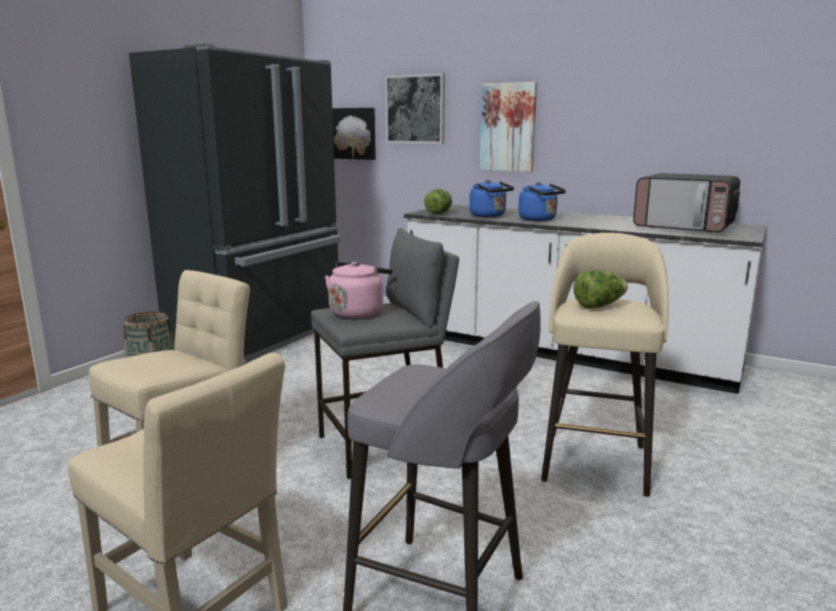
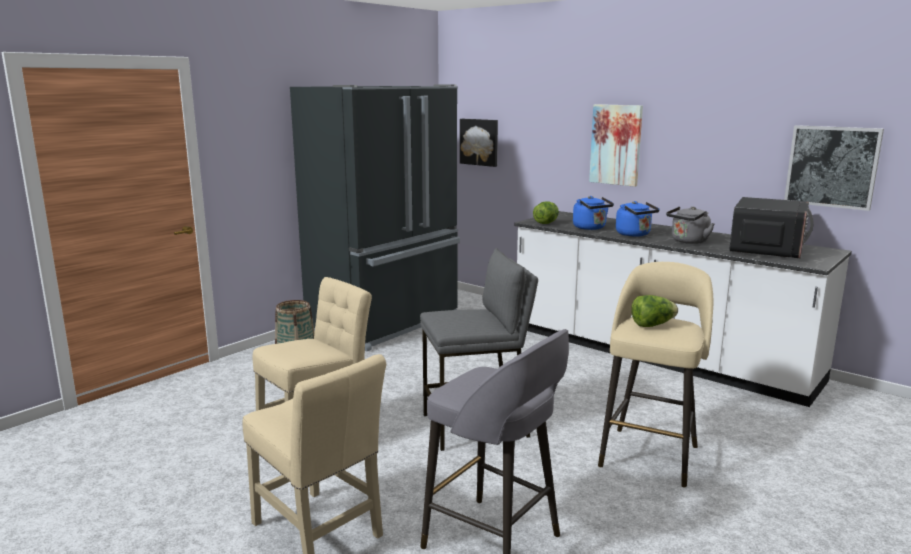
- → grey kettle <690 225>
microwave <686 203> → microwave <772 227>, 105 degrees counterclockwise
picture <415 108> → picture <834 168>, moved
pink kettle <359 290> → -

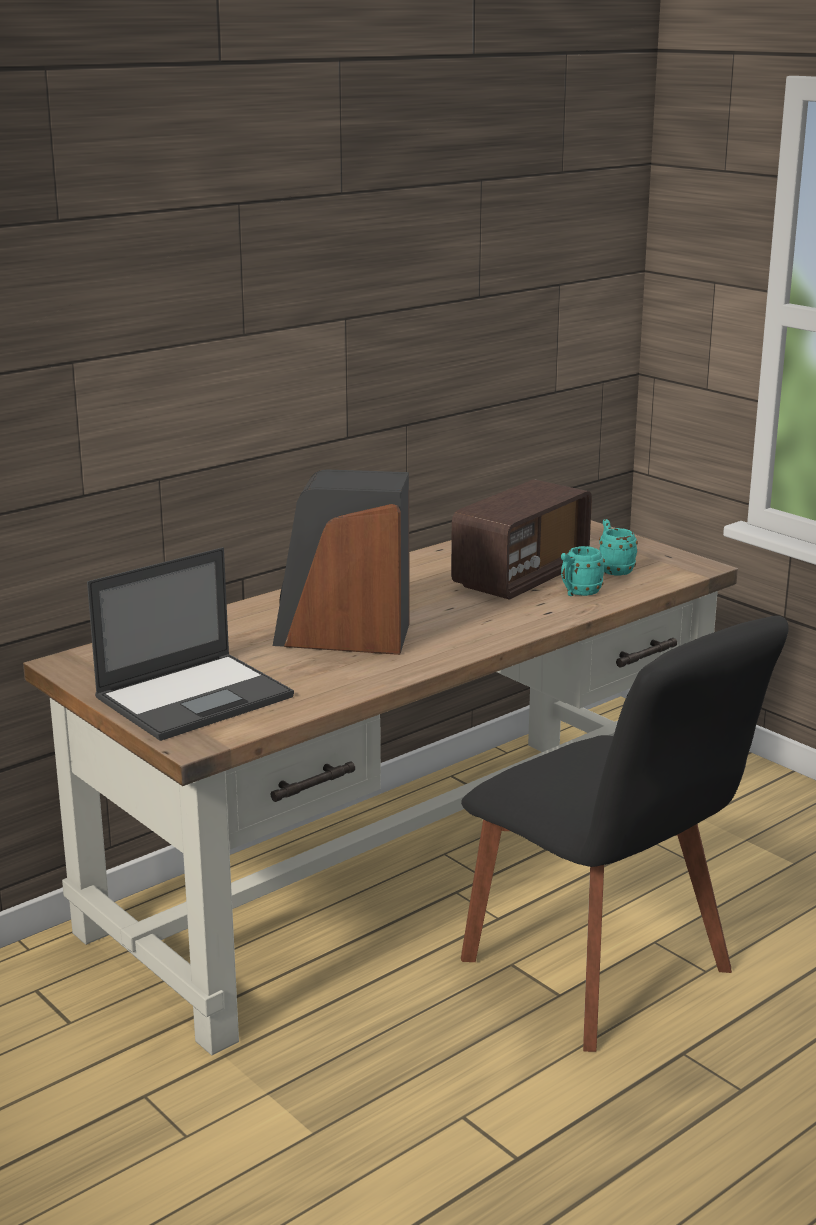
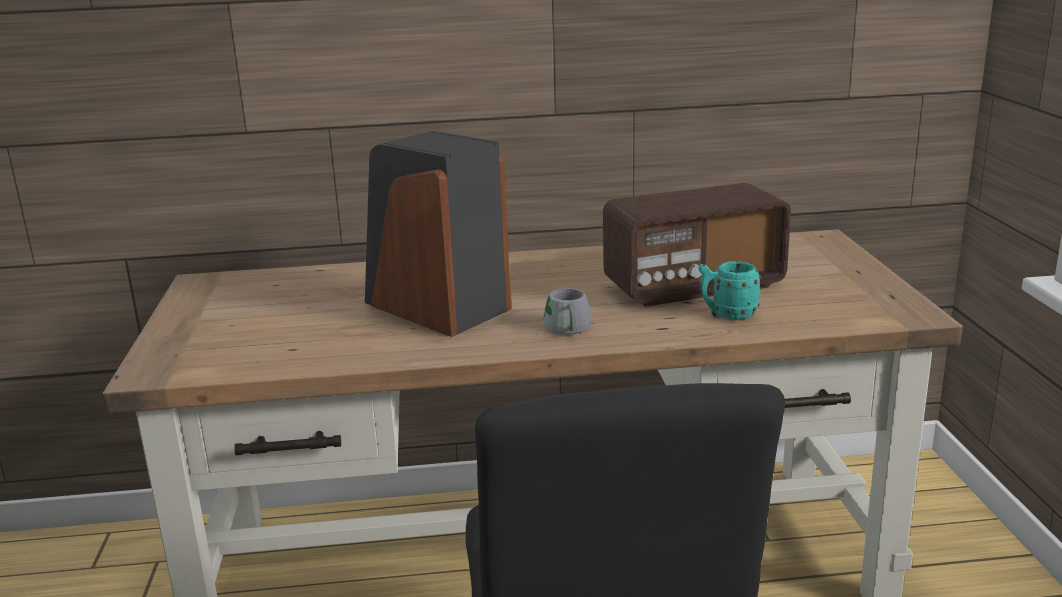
- → grey mug <563 312>
laptop <190 644> → -
turquoise mug <618 547> → -

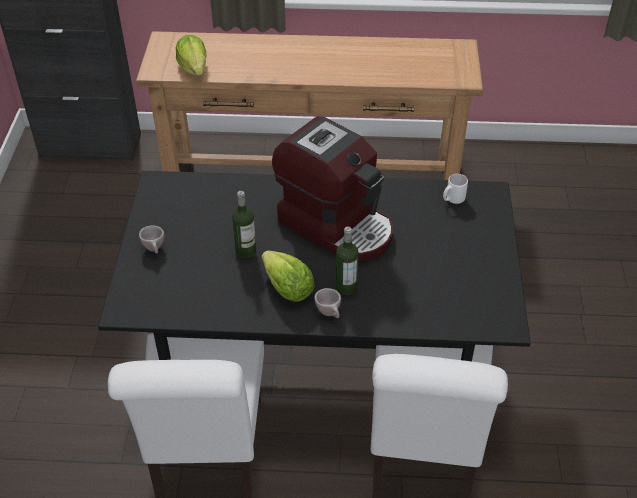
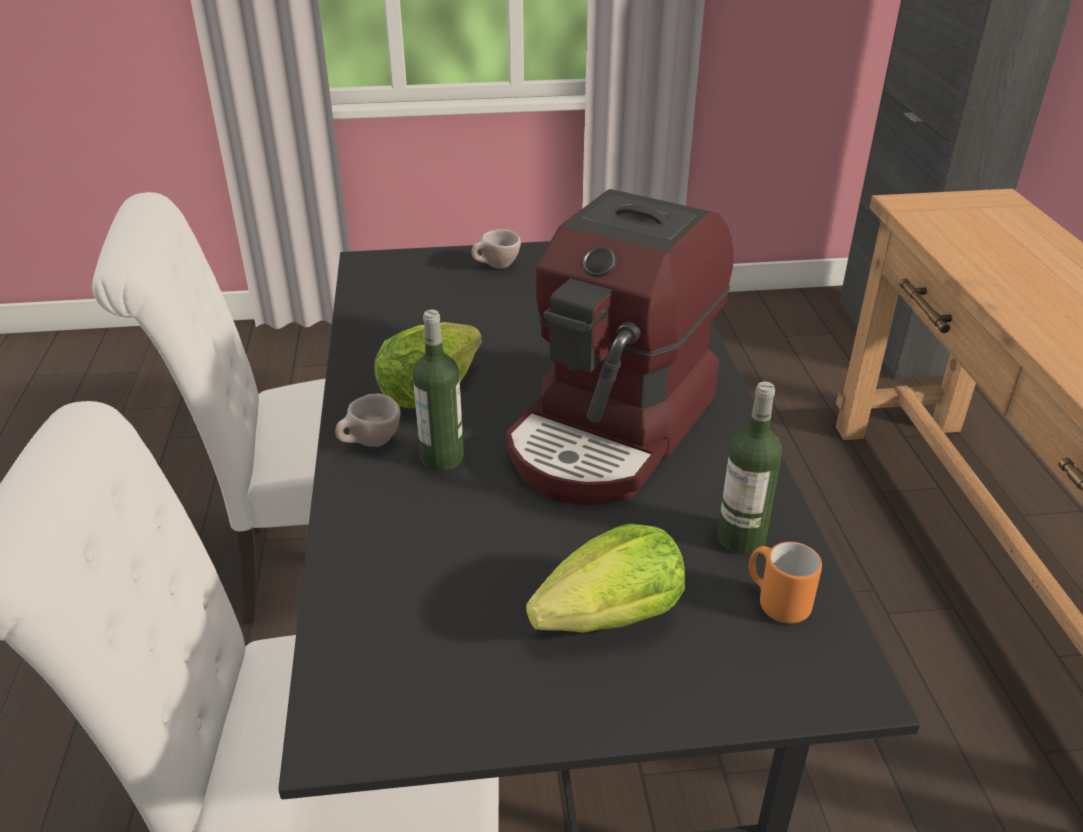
lettuce <191 55> → lettuce <605 578>, moved
bottle <244 224> → bottle <749 468>, moved
white mug <455 189> → orange mug <785 582>

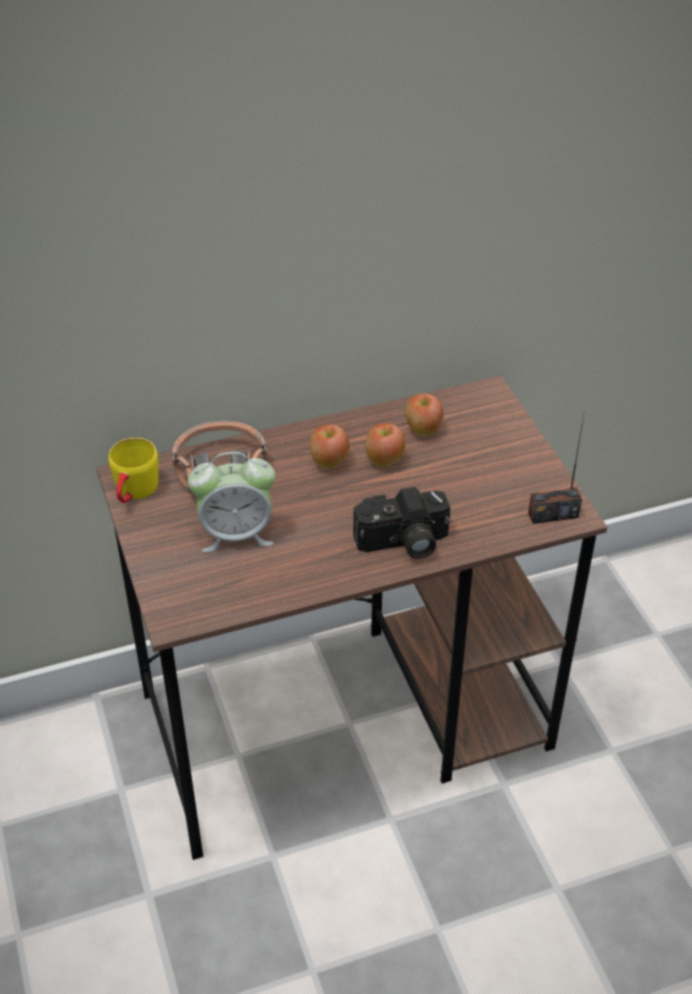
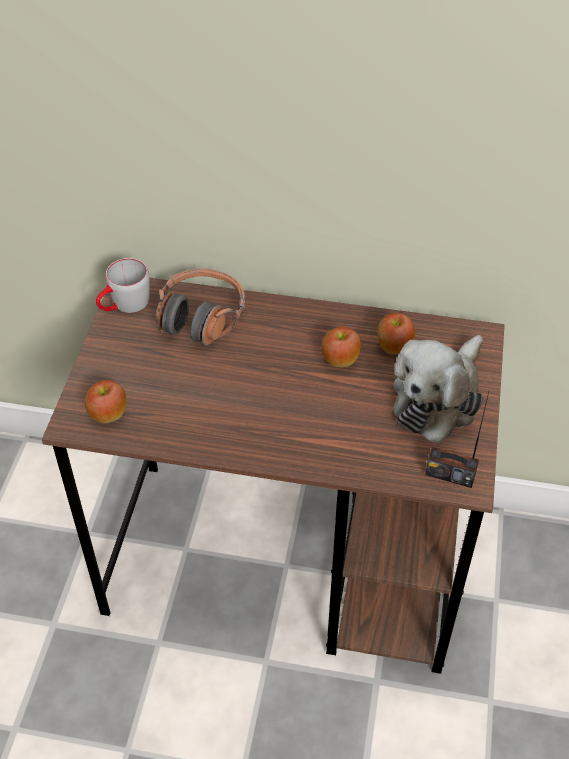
apple <330 447> → apple <105 401>, moved
yellow mug <133 470> → grey mug <122 285>
- → plush toy <438 389>
alarm clock <231 502> → -
photo camera <401 523> → -

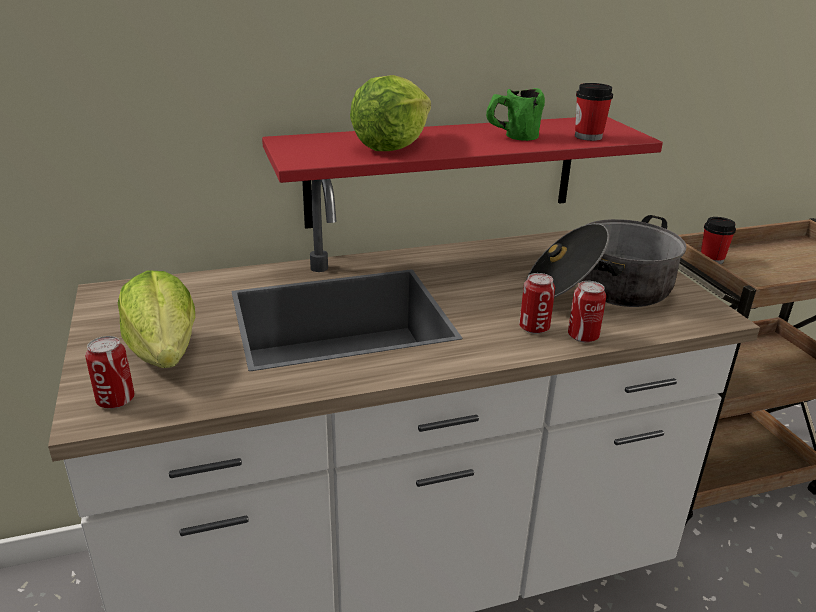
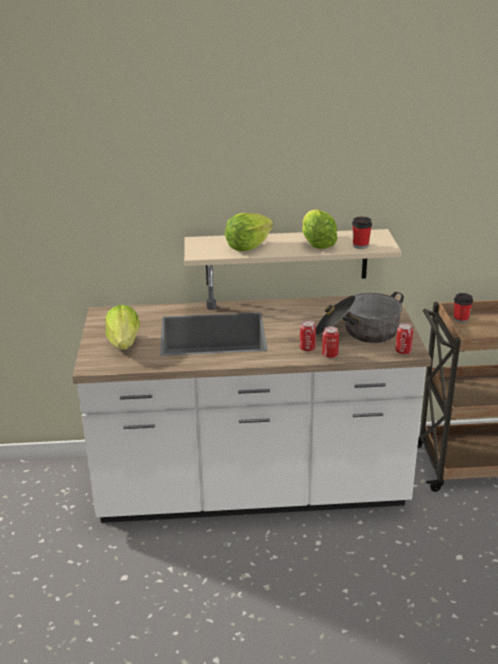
red shelf <462 173> → beige shelf <293 257>
green mug <515 114> → lettuce <320 229>
can <110 372> → can <404 339>, moved

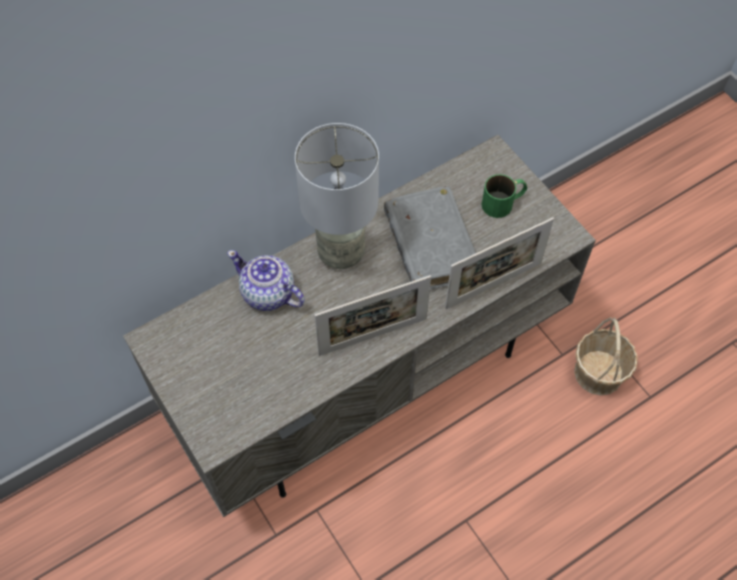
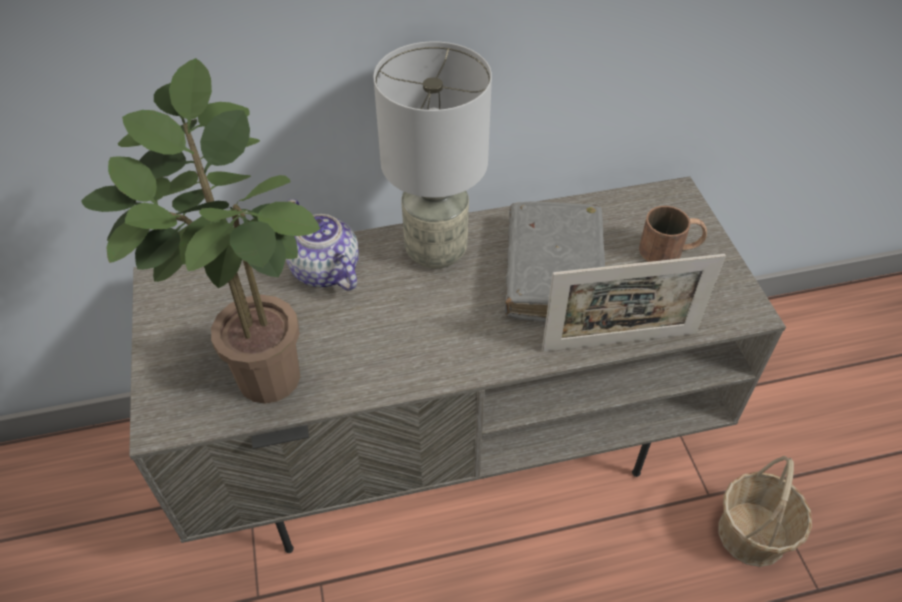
- → potted plant <200 231>
green mug <504 196> → brown mug <673 234>
picture frame <372 315> → -

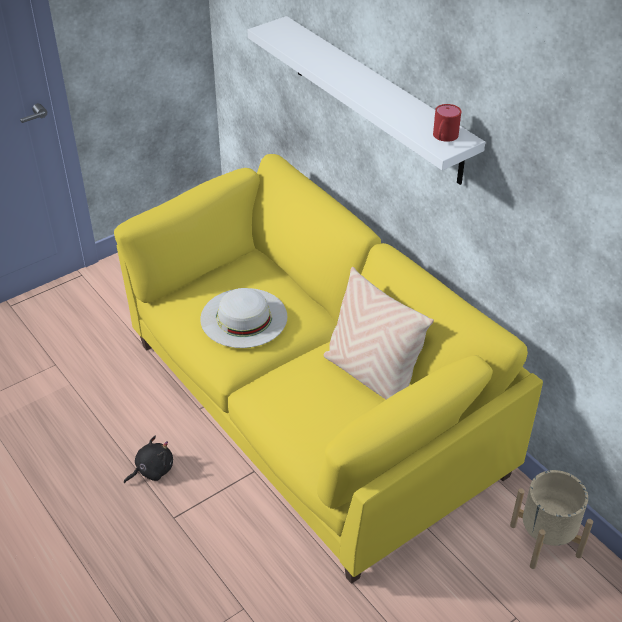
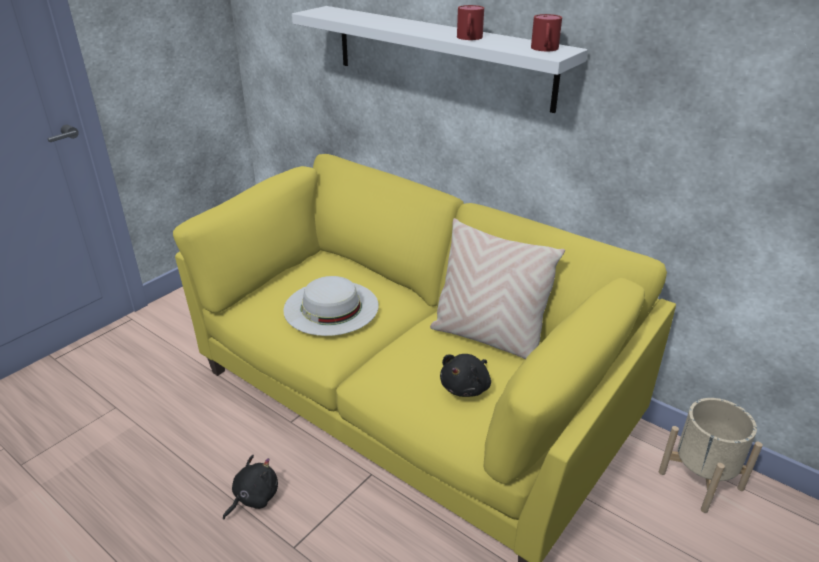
- → black plush toy <465 375>
- → red mug <470 22>

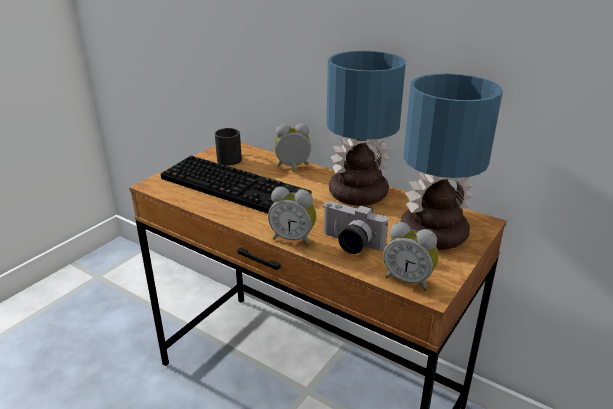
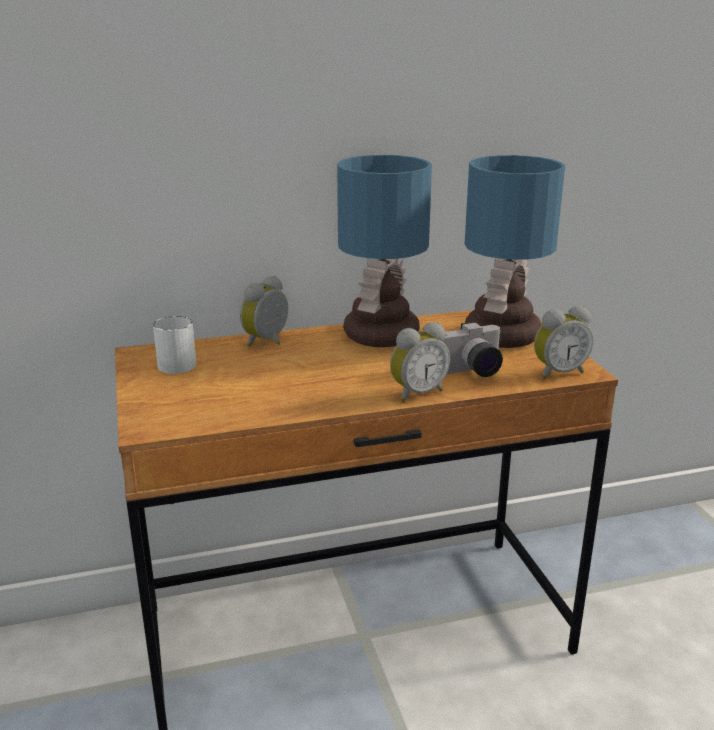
black mug <228 147> → white mug <174 345>
keyboard <236 184> → -

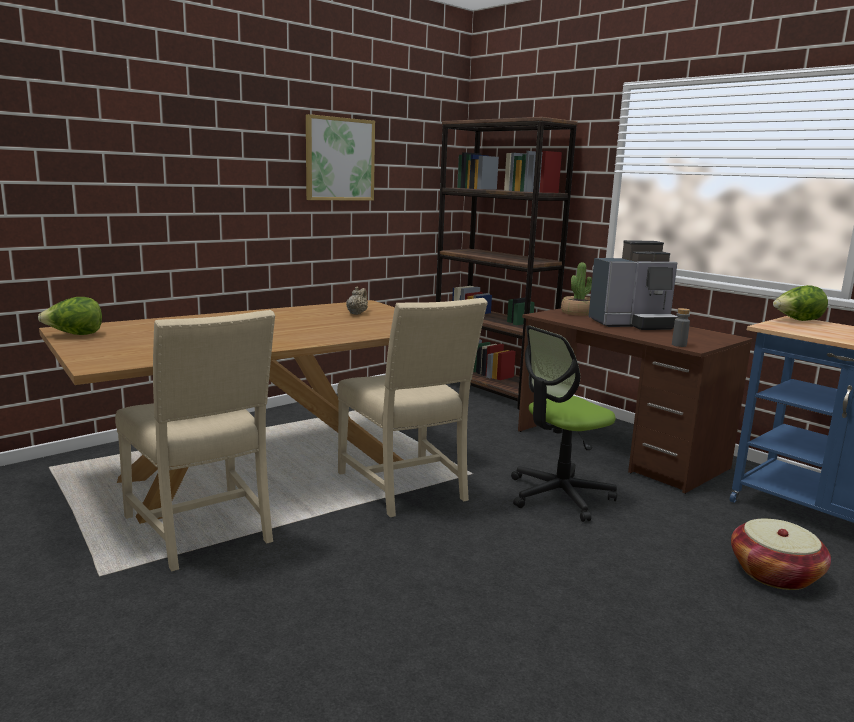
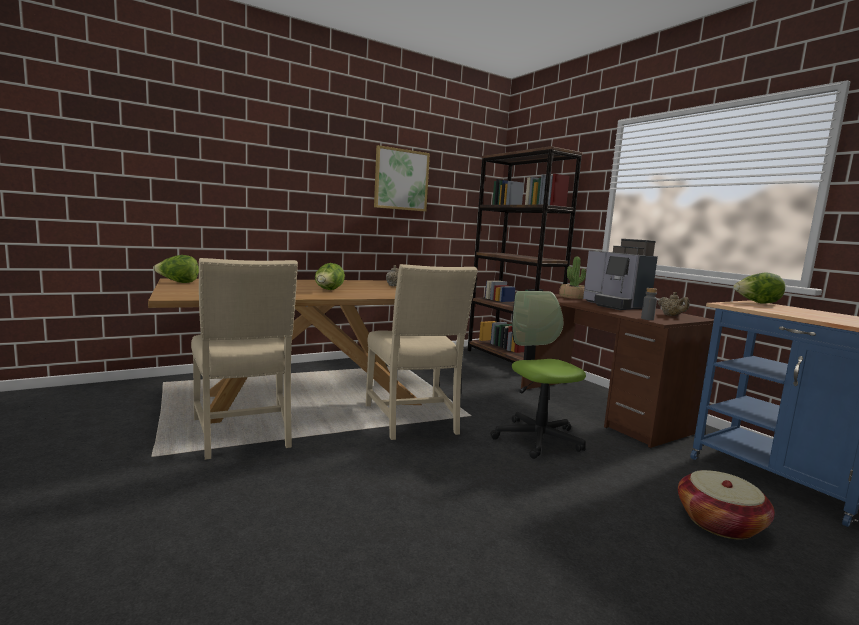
- → lettuce <330 276>
office chair <564 423> → office chair <538 375>, 90 degrees clockwise
coffee machine <633 285> → coffee machine <620 274>, 60 degrees clockwise
- → beige teapot <673 304>

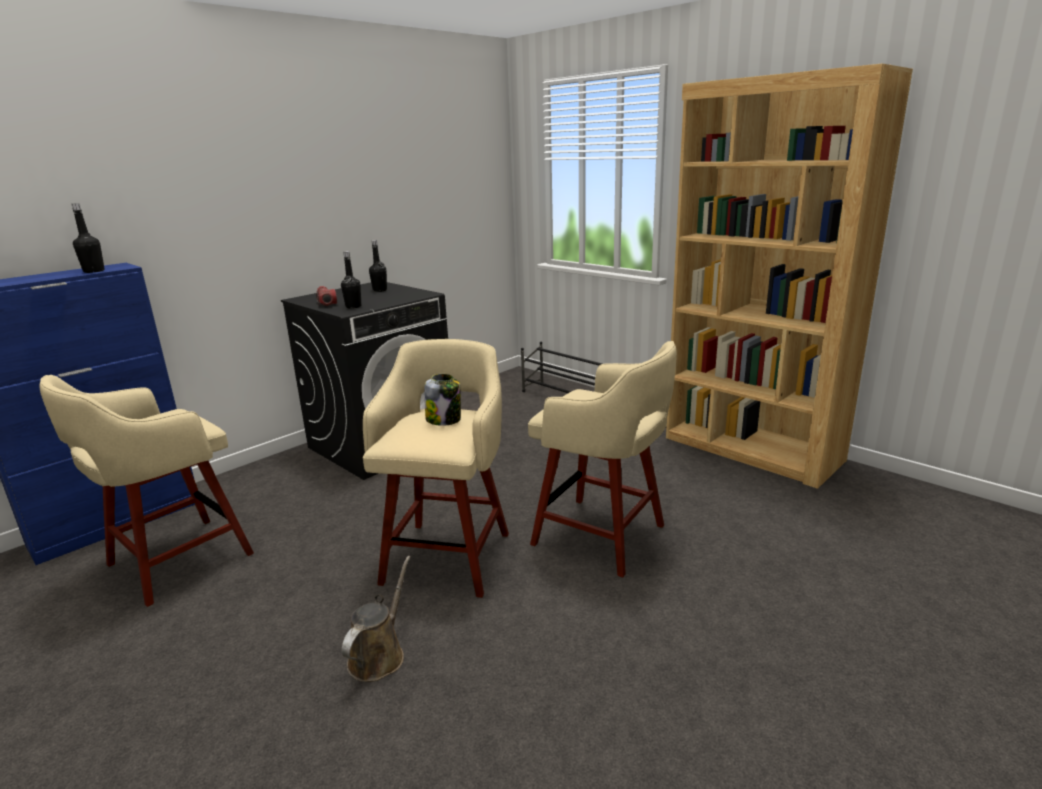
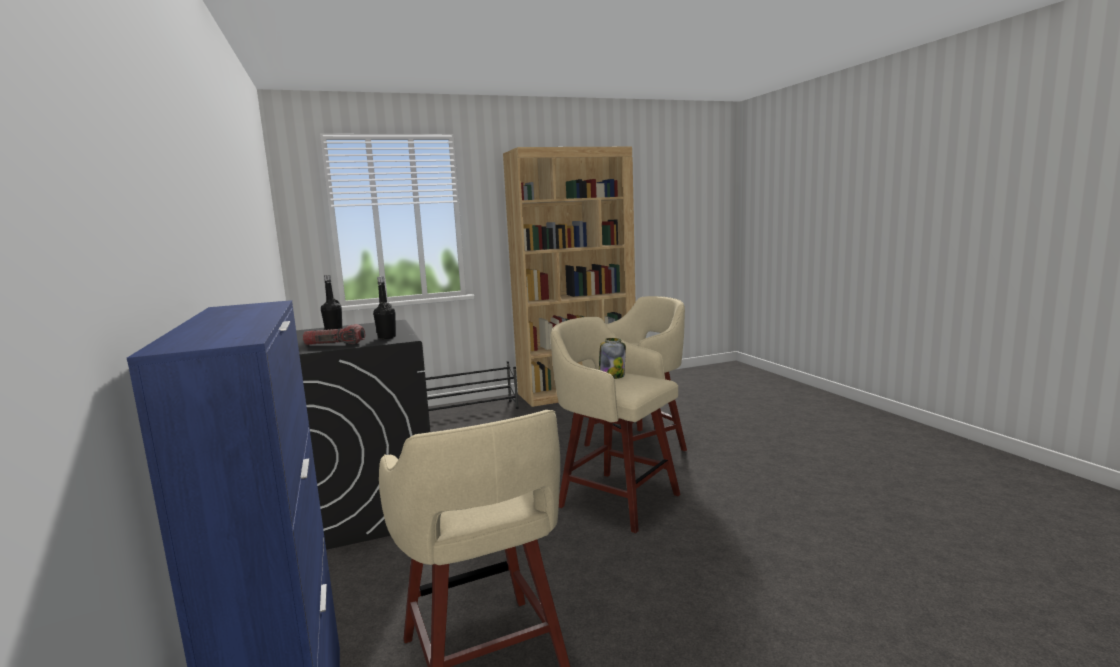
black bottle <88 238> → -
brown watering can <376 619> → -

